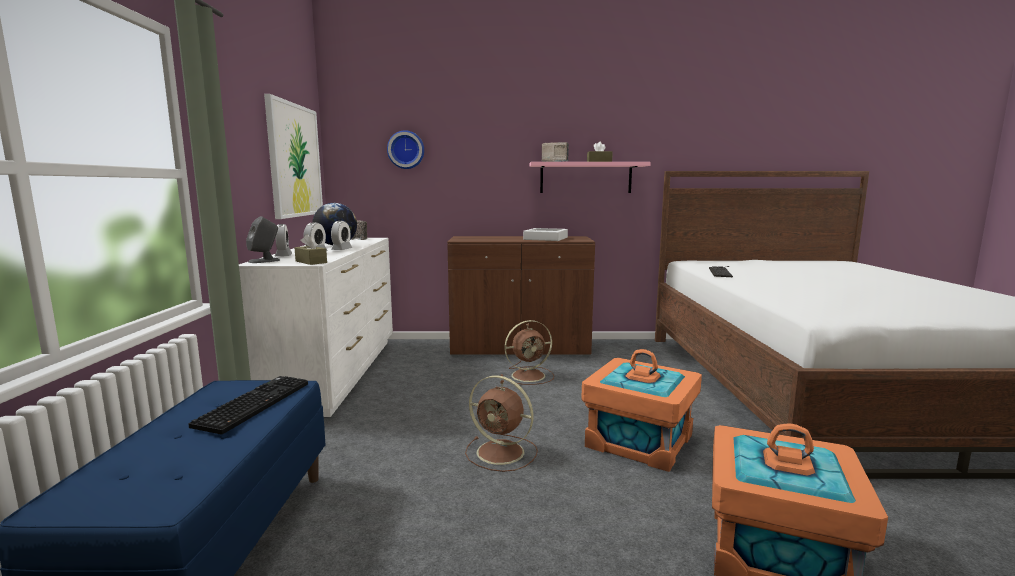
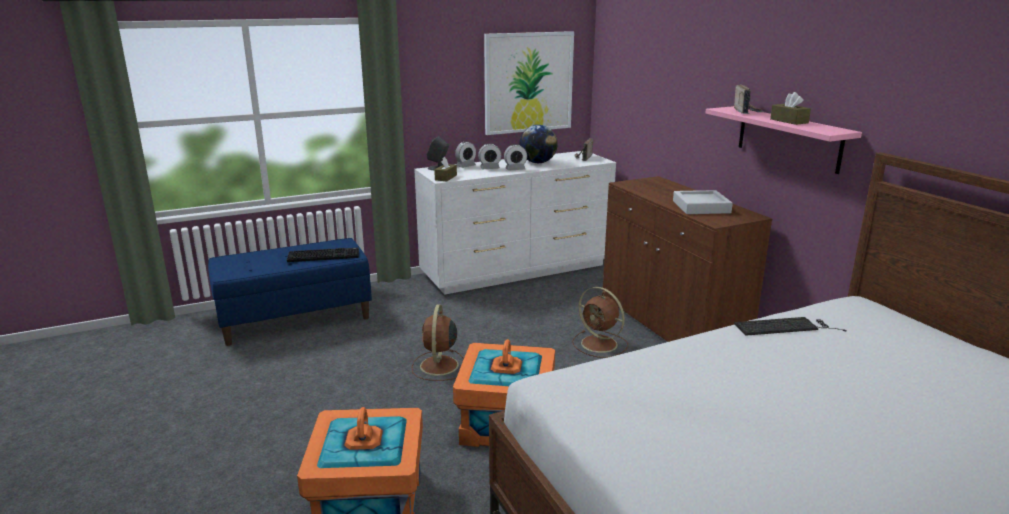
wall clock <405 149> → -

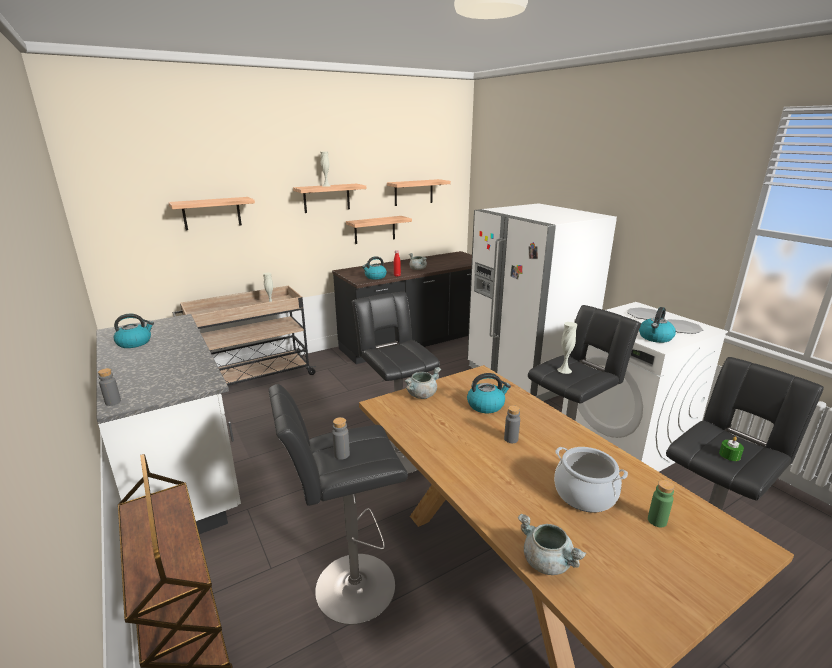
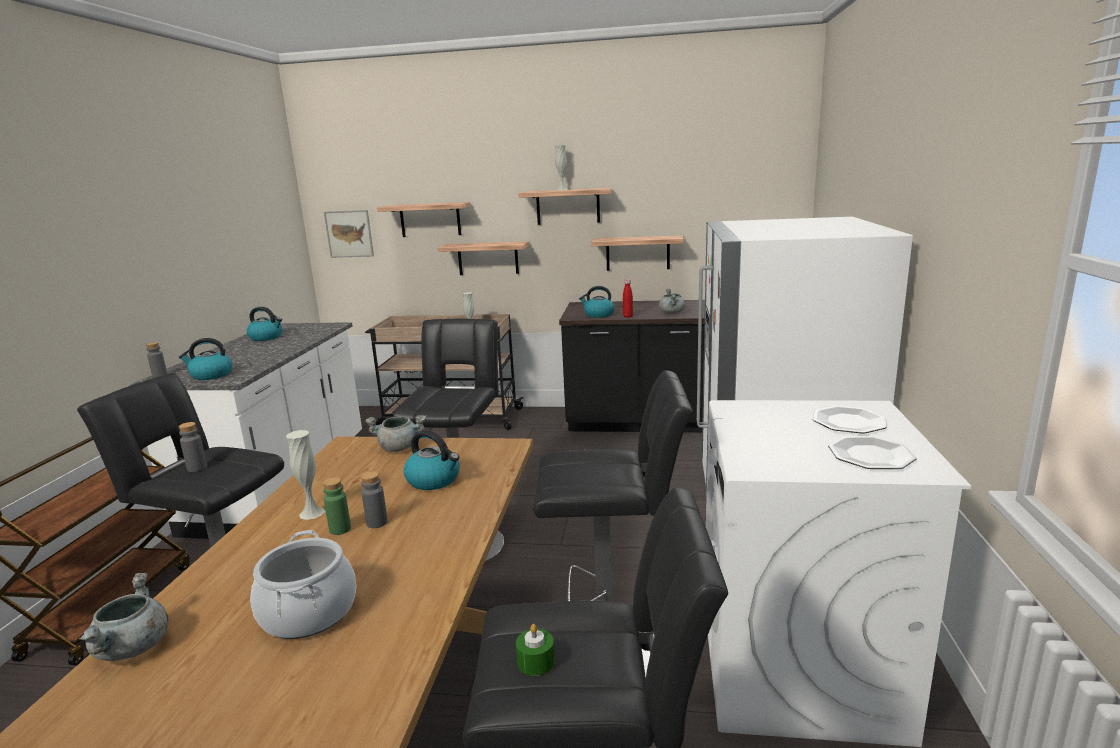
kettle <657 325> → kettle <206 359>, moved
white vase <567 348> → white vase <305 475>, moved
green bottle <661 504> → green bottle <337 506>, moved
- → picture <349 234>
shelf <419 192> → shelf <483 258>, moved

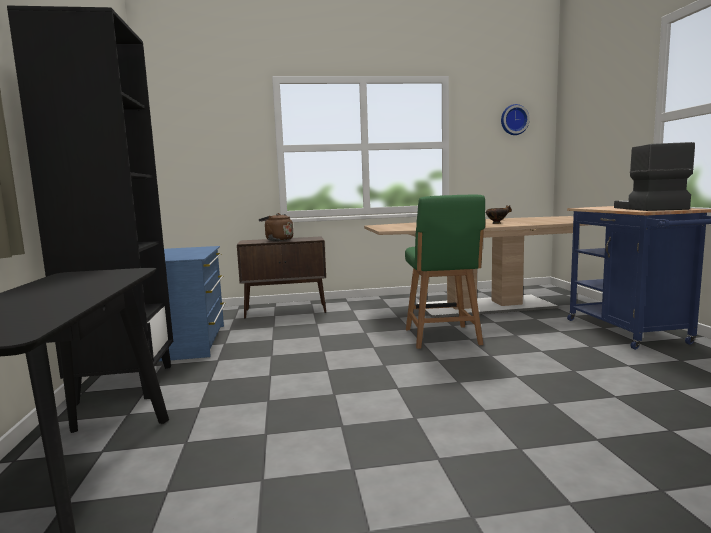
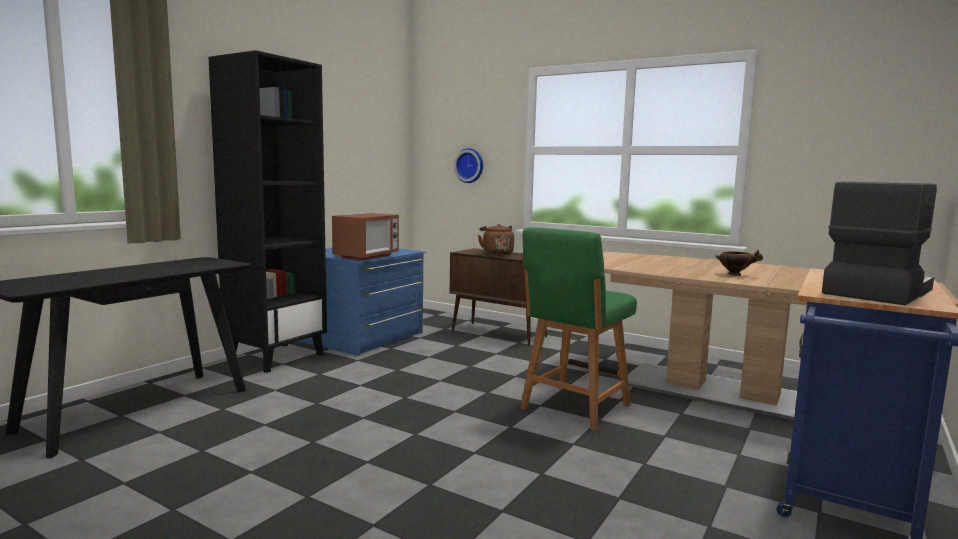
- → microwave <365 236>
wall clock <515 119> → wall clock <468 165>, moved

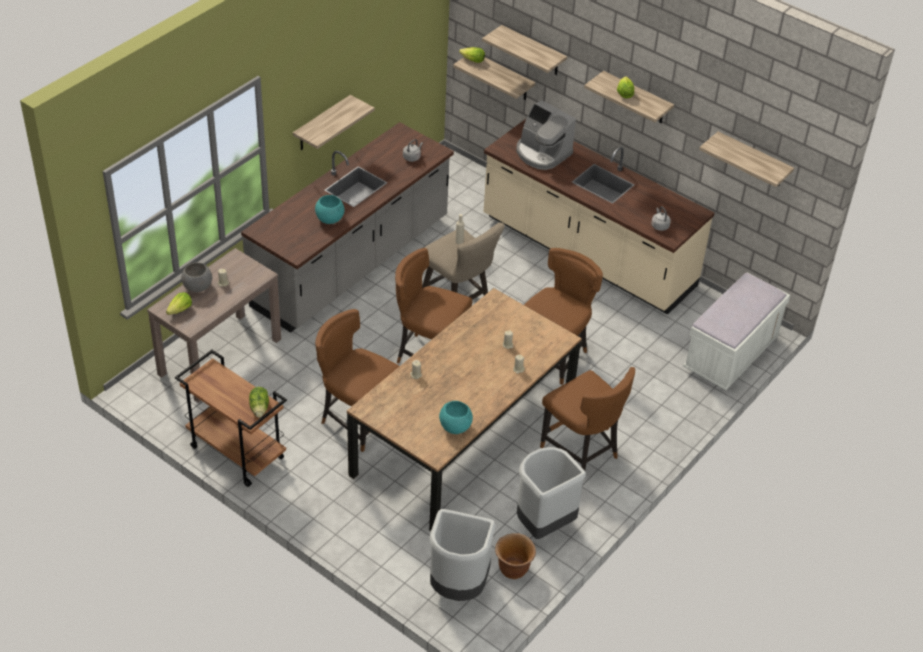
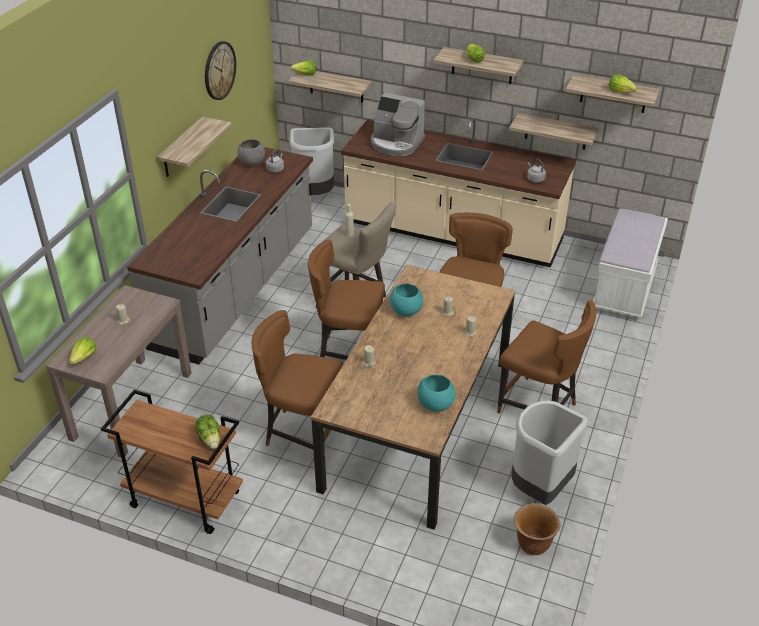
- → wall clock <220 70>
grey bowl <196 277> → grey bowl <251 152>, moved
grey trash can <463 555> → grey trash can <312 161>, moved
turquoise bowl <330 209> → turquoise bowl <406 300>, moved
shelf <524 50> → shelf <553 131>, moved
- → lettuce <623 83>

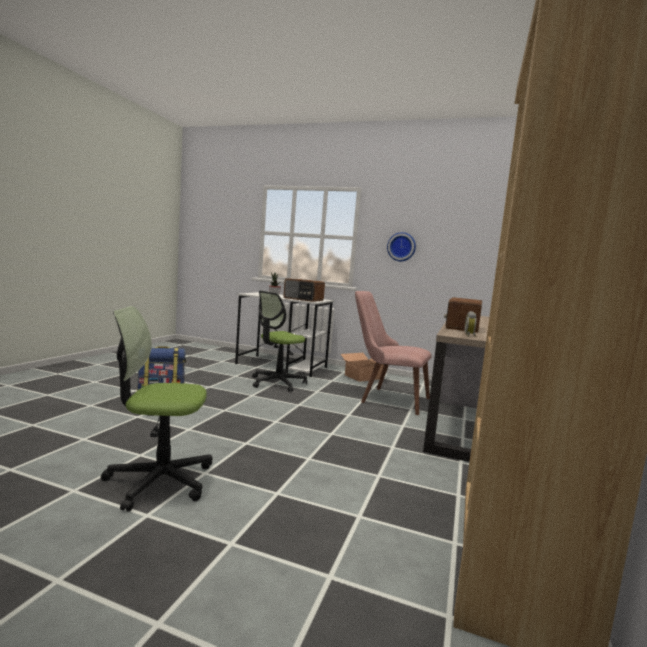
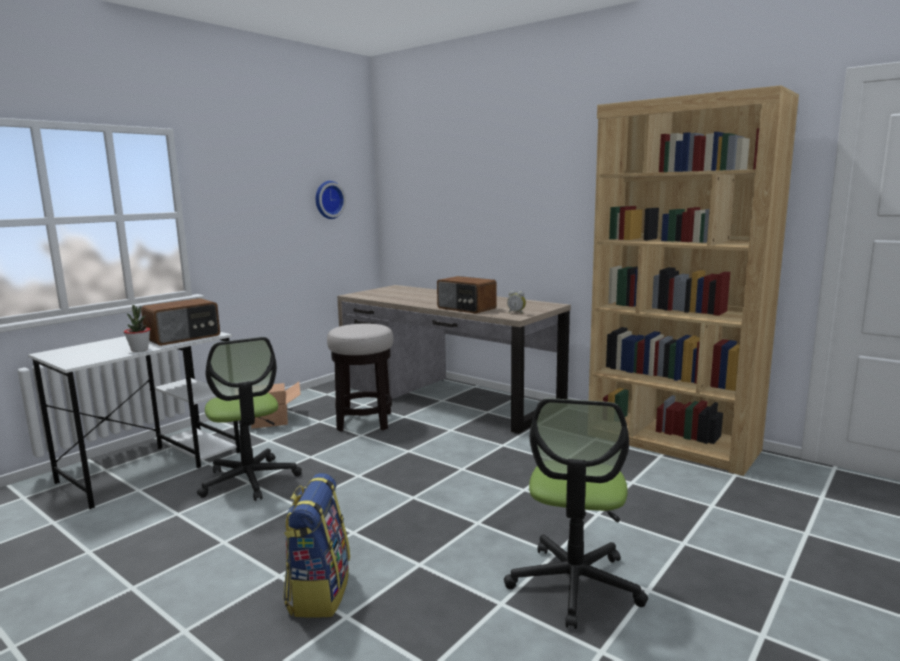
wall clock <401 246> → wall clock <331 200>, moved
pink chair <393 353> → stool <360 377>

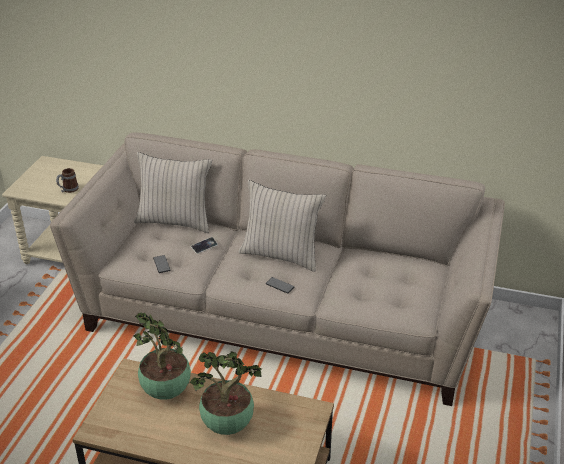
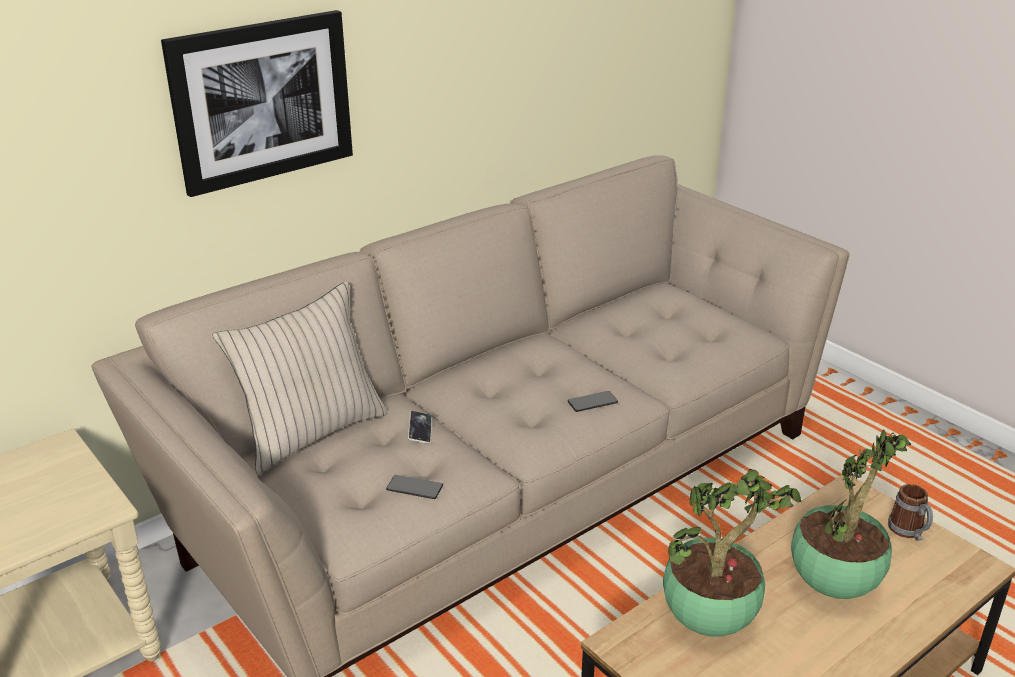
- → picture <257 103>
mug <67 180> → mug <910 512>, moved
beige pillow <282 226> → -

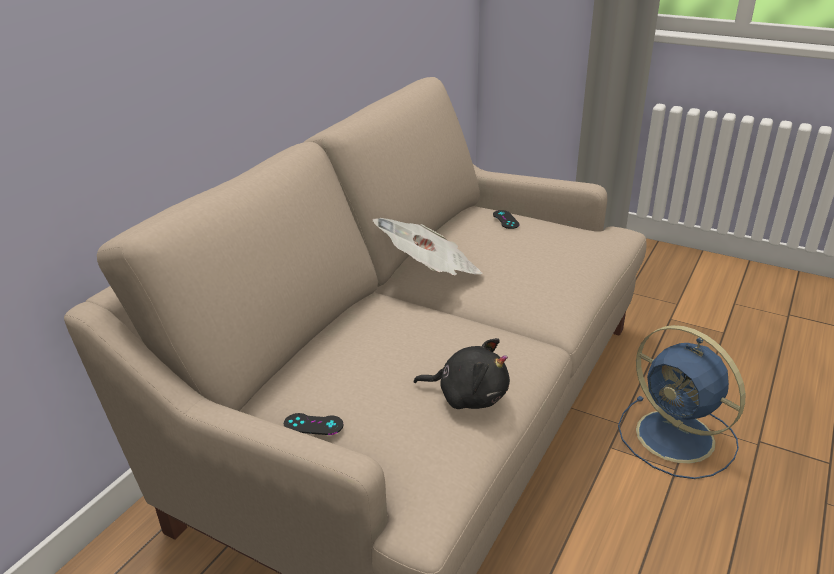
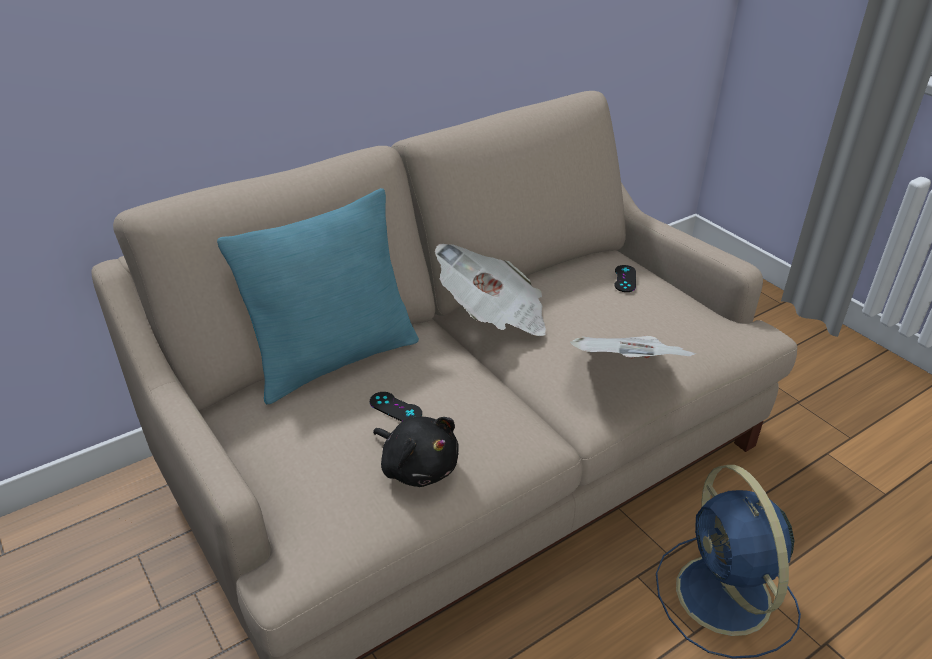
- → turquoise pillow <318 296>
black game controller <313 424> → black game controller <396 407>, moved
- → newspaper <633 347>

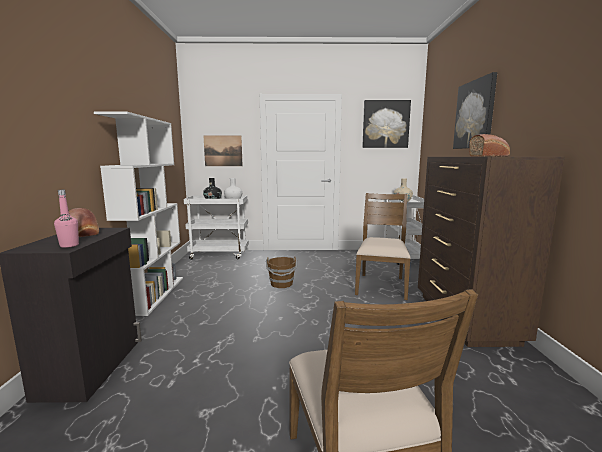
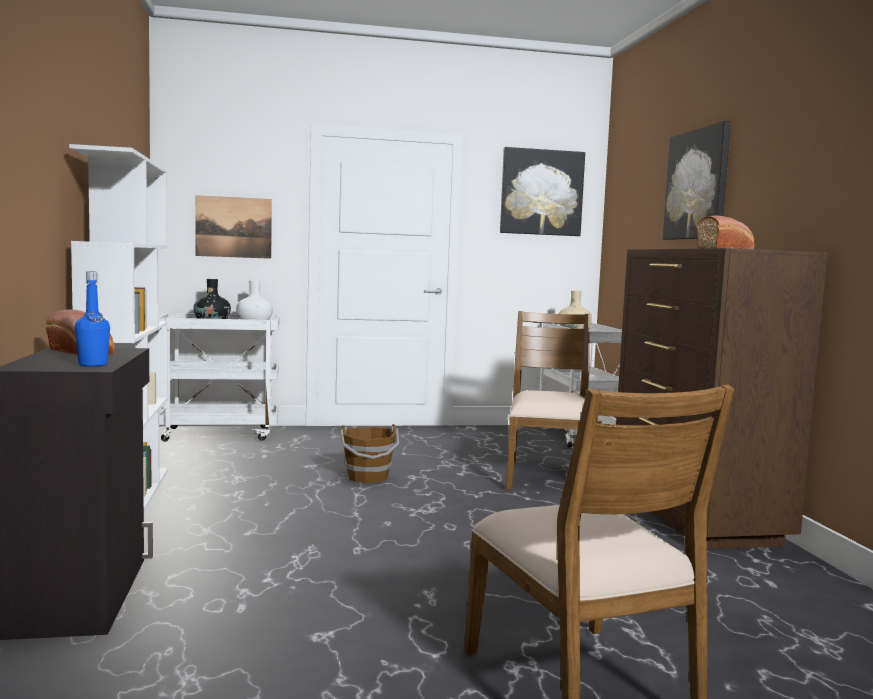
pink bottle <66 219> → blue bottle <92 319>

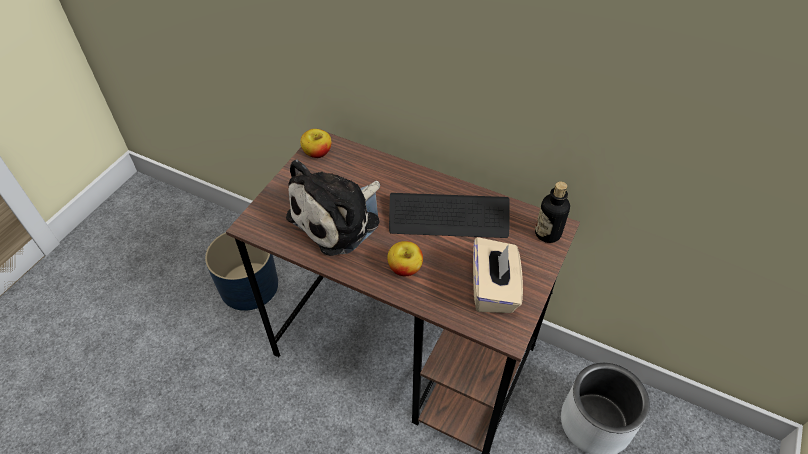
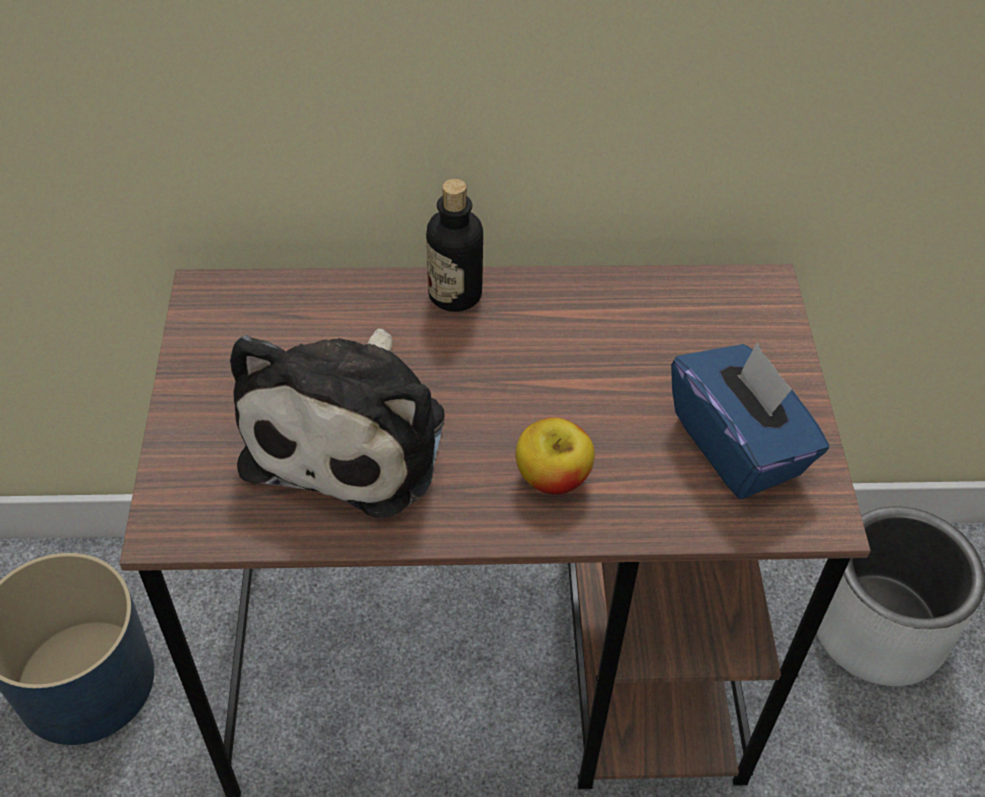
bottle <552 212> → bottle <454 245>, moved
beige tissue box <498 275> → blue tissue box <750 420>
apple <315 143> → -
keyboard <449 215> → -

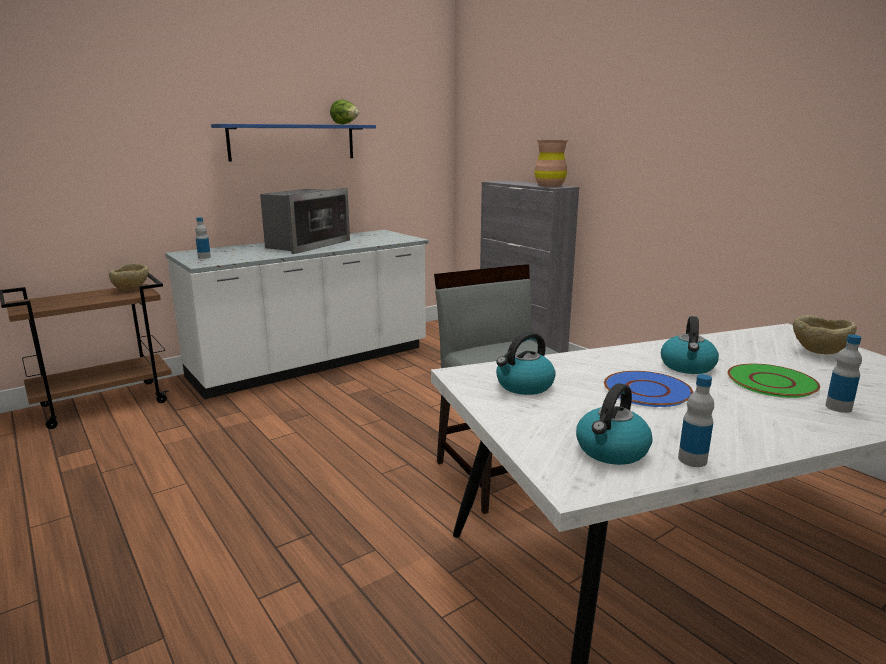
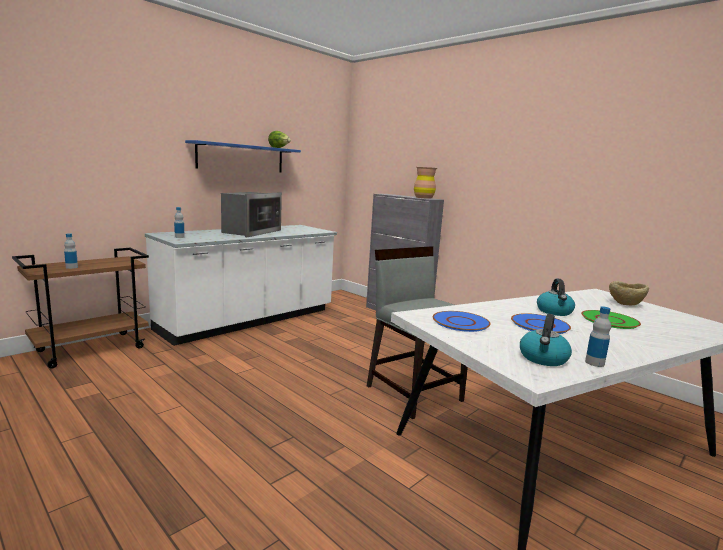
bottle <843 373> → bottle <71 251>, moved
kettle <526 363> → blue plate <462 321>
beige bowl <129 277> → -

